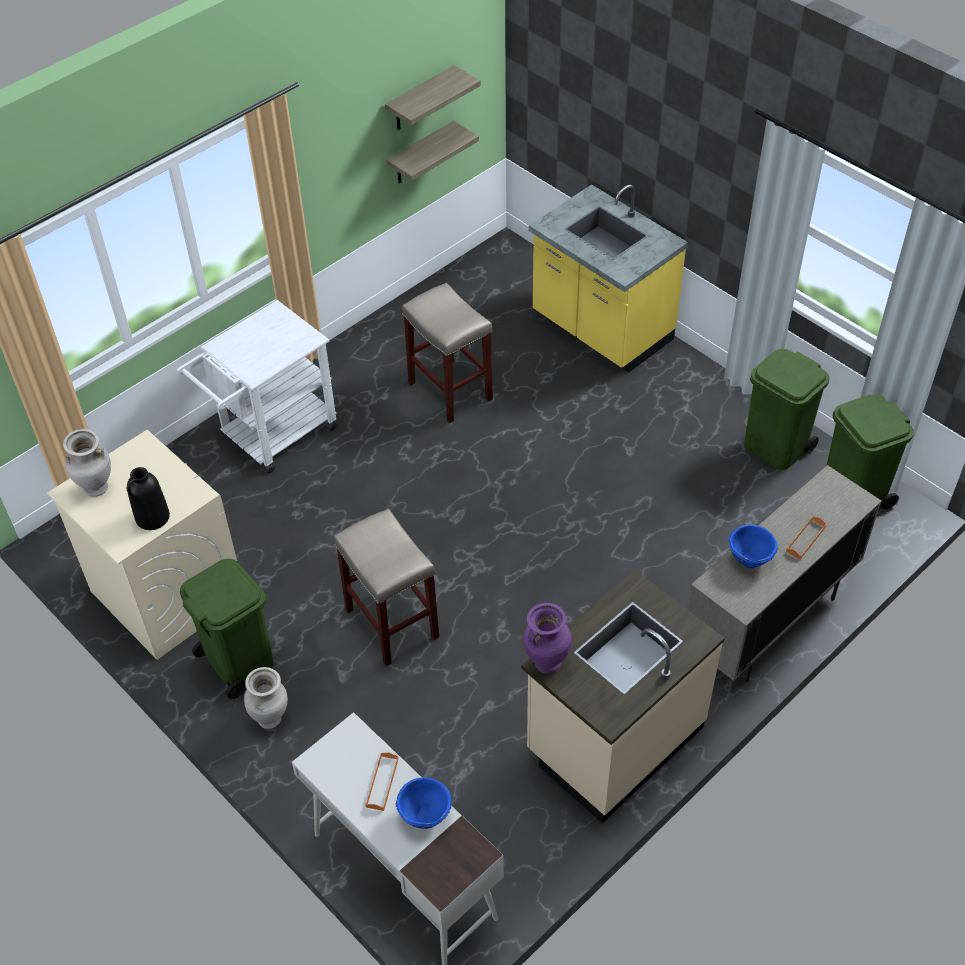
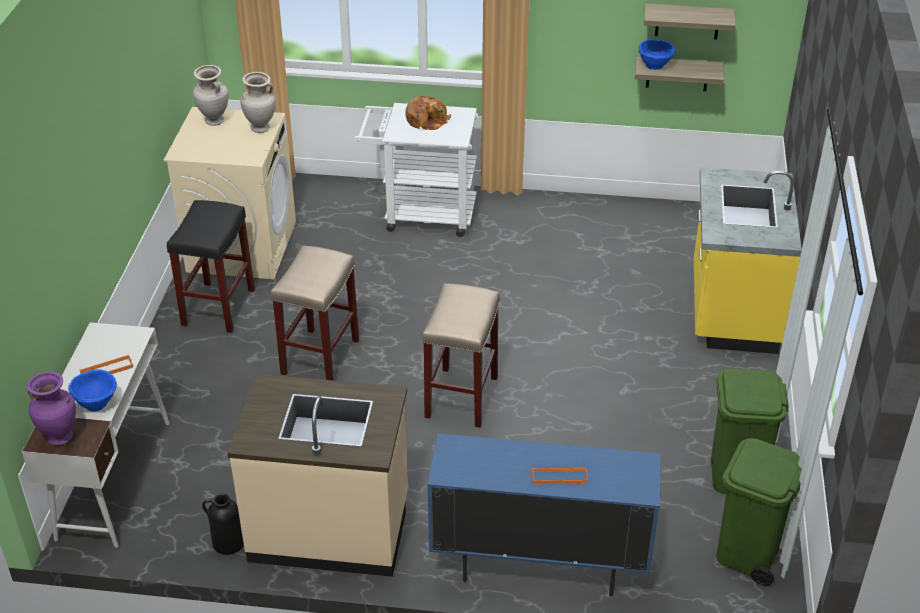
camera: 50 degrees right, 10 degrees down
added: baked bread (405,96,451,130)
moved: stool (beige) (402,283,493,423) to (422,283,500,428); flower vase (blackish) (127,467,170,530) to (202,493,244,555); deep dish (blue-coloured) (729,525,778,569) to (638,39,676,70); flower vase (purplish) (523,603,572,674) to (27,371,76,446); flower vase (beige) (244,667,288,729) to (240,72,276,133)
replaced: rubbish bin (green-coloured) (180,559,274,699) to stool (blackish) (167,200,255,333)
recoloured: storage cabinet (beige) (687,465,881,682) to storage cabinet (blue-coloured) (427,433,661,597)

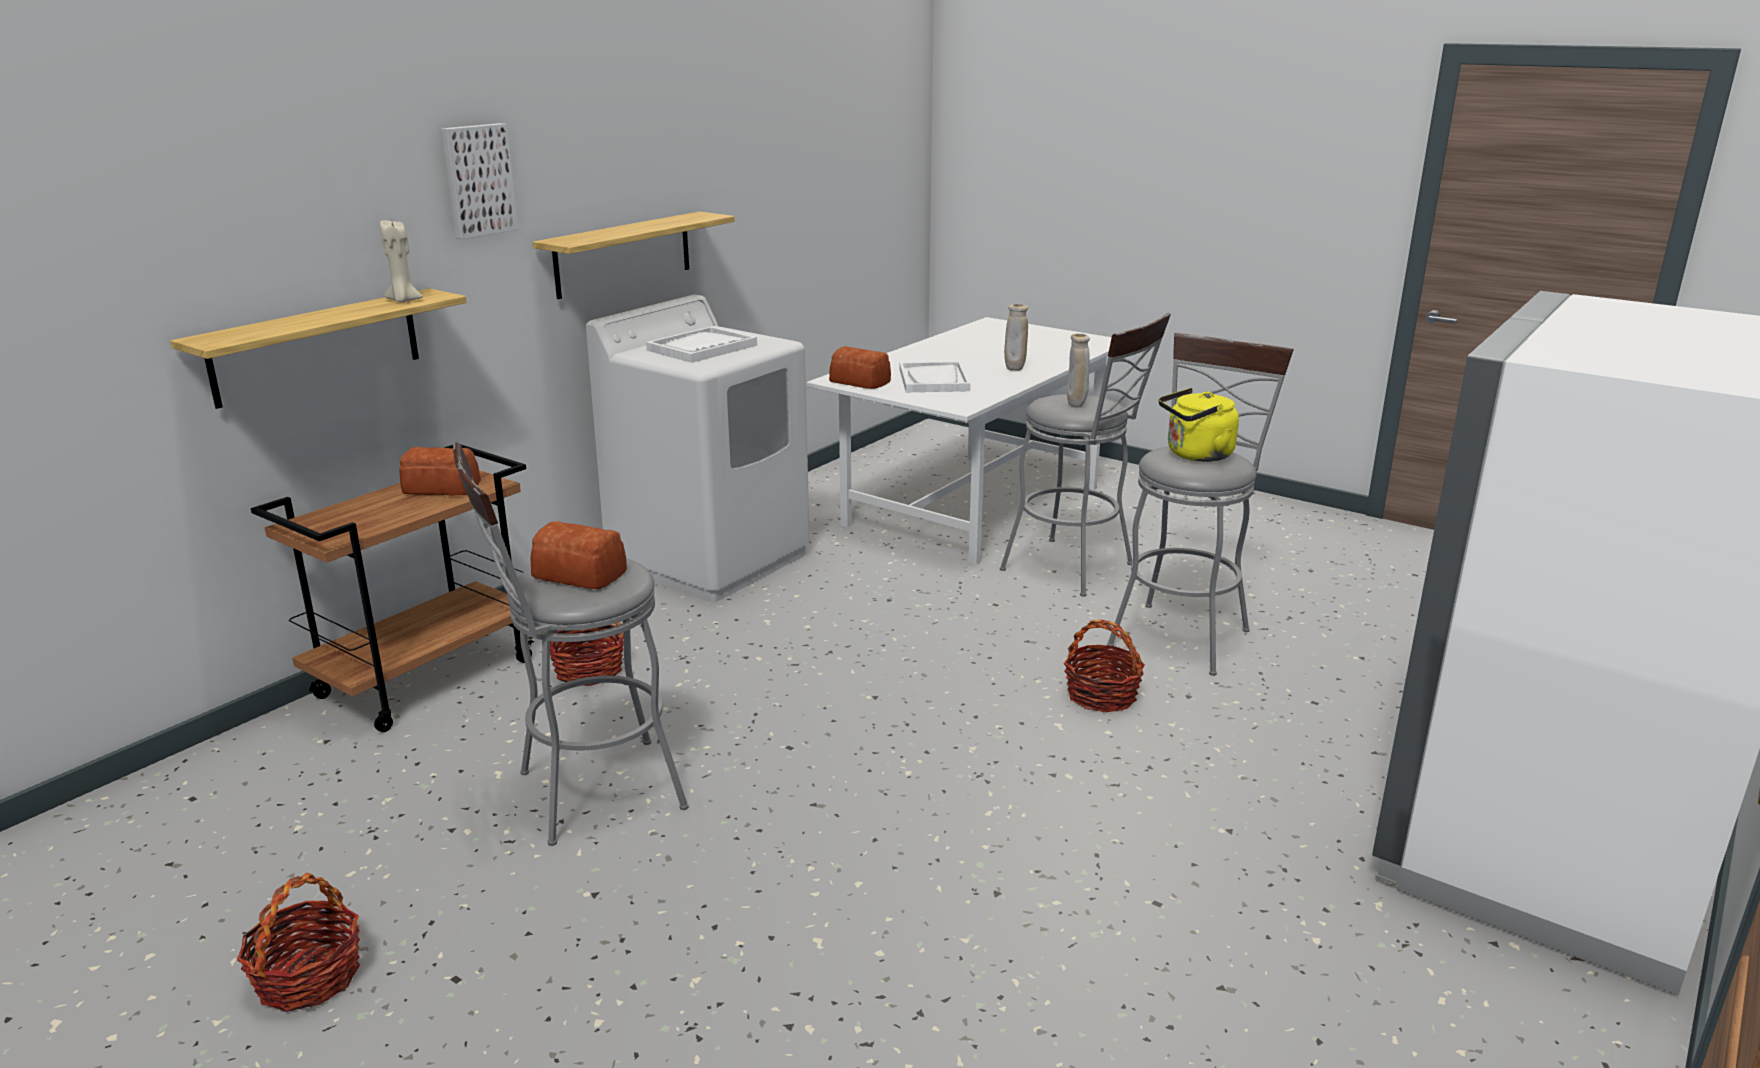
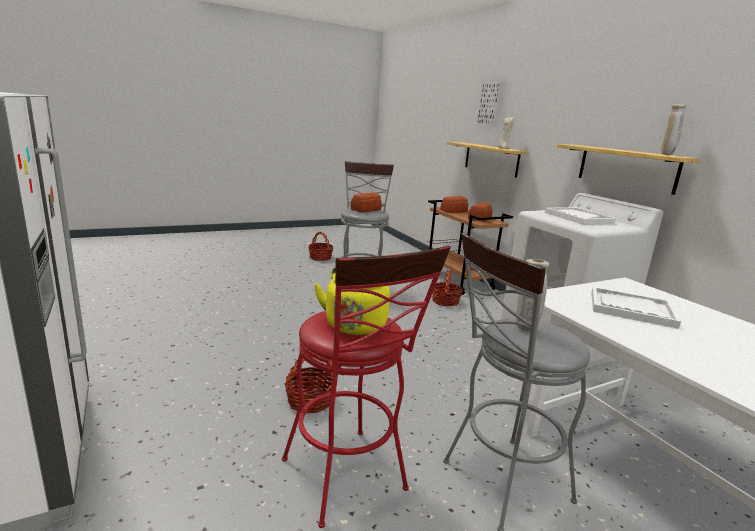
camera: 115 degrees right, 5 degrees down
moved: wall picture (441,123,519,239) to (477,82,503,126); flower vase (beige) (1004,304,1028,371) to (661,104,686,155); baked bread (829,346,891,389) to (440,196,468,213)
recoloured: stool (grey) (1107,333,1294,676) to stool (red) (282,246,451,528)

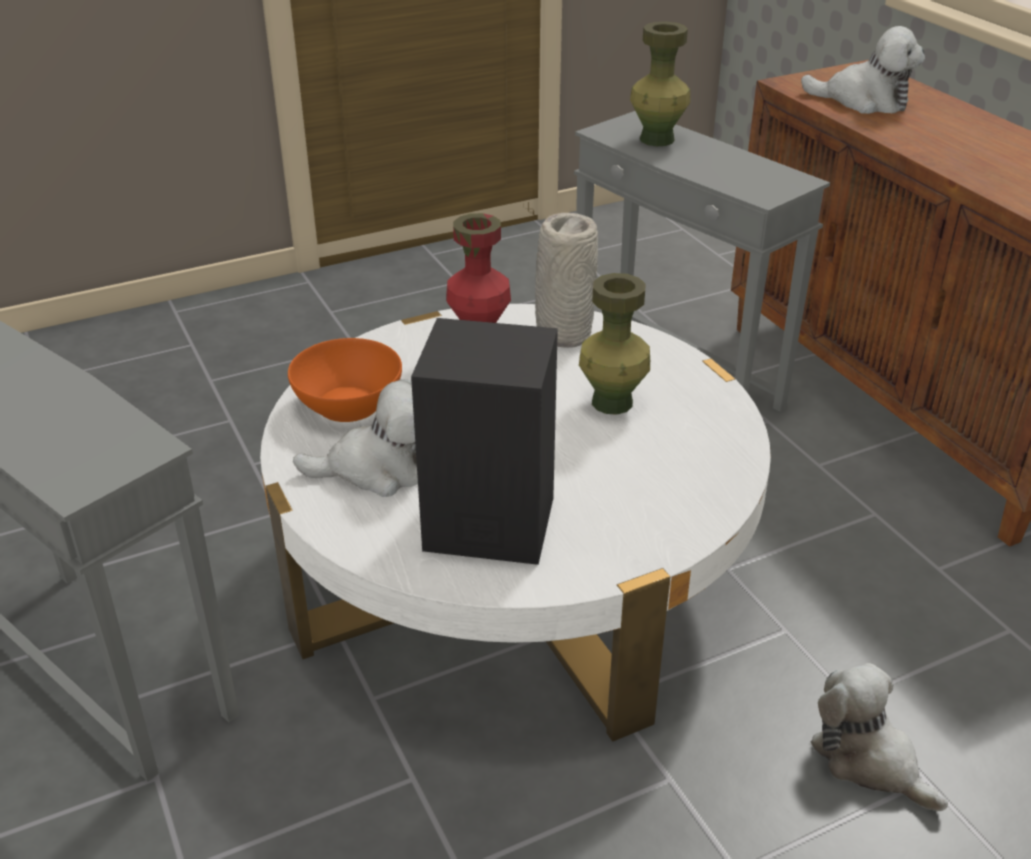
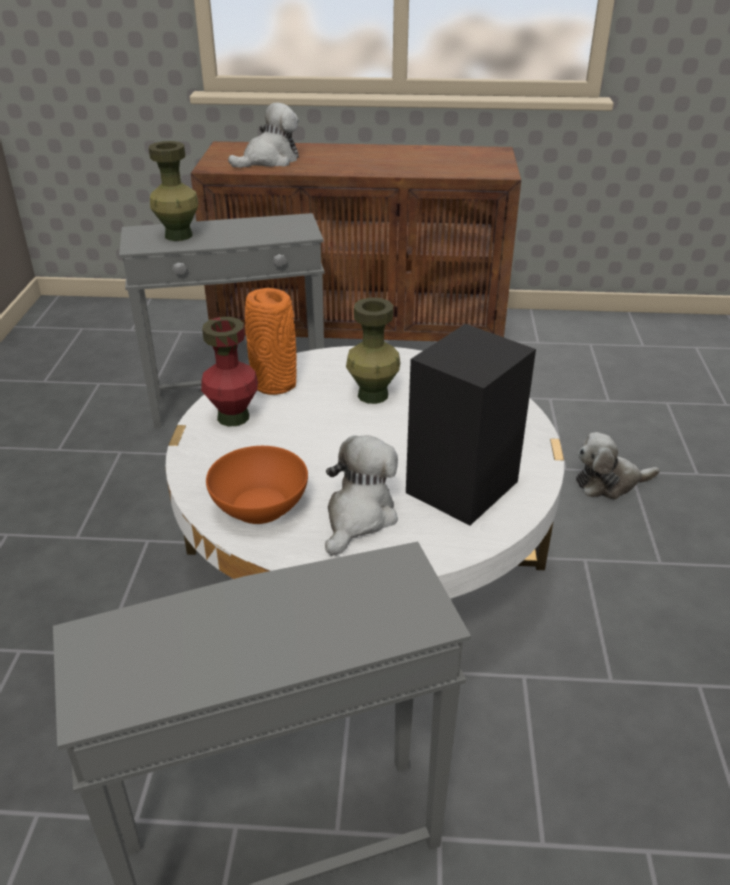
camera: 60 degrees left, 0 degrees up
recoloured: flower vase (grey) (535,213,598,348) to flower vase (orange) (245,288,297,395)

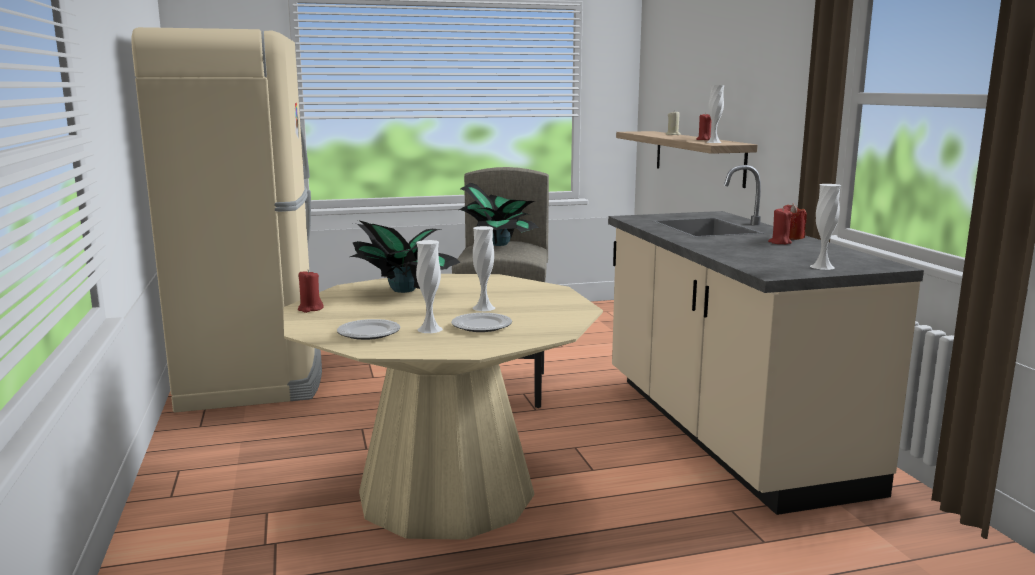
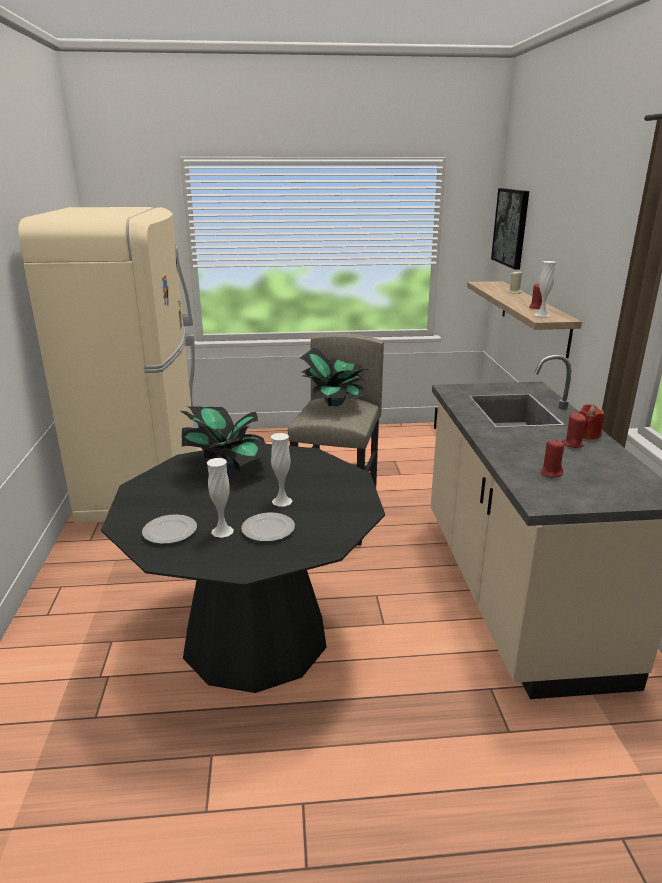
camera: 10 degrees right, 10 degrees up
removed: flower vase (whitish) (810,184,841,270)
added: wall picture (491,188,529,270)
moved: candle (red) (298,270,324,313) to (540,439,565,478)
recoloured: kitchen table (beige) (283,274,603,540) to kitchen table (blackish) (101,444,385,693)

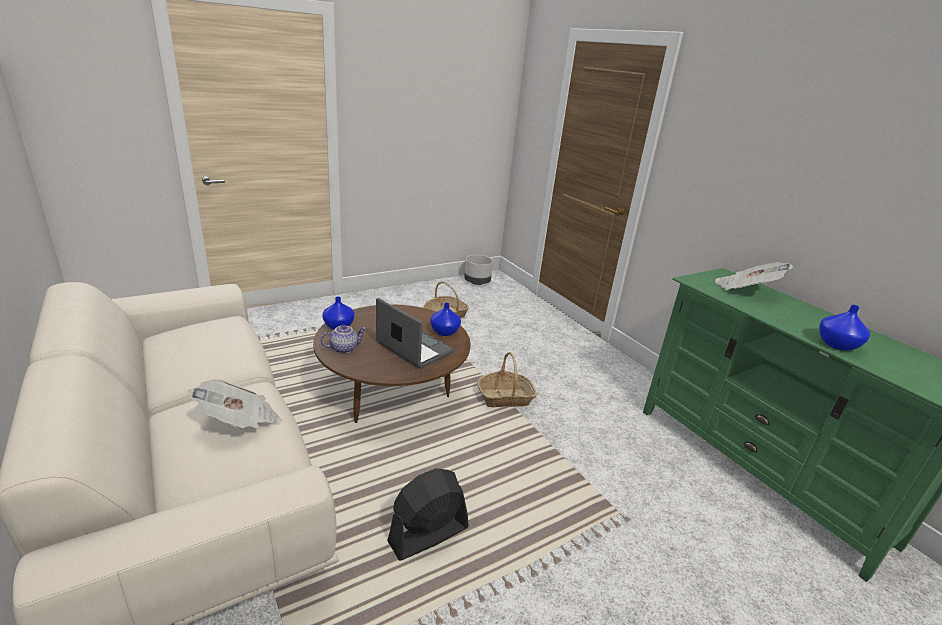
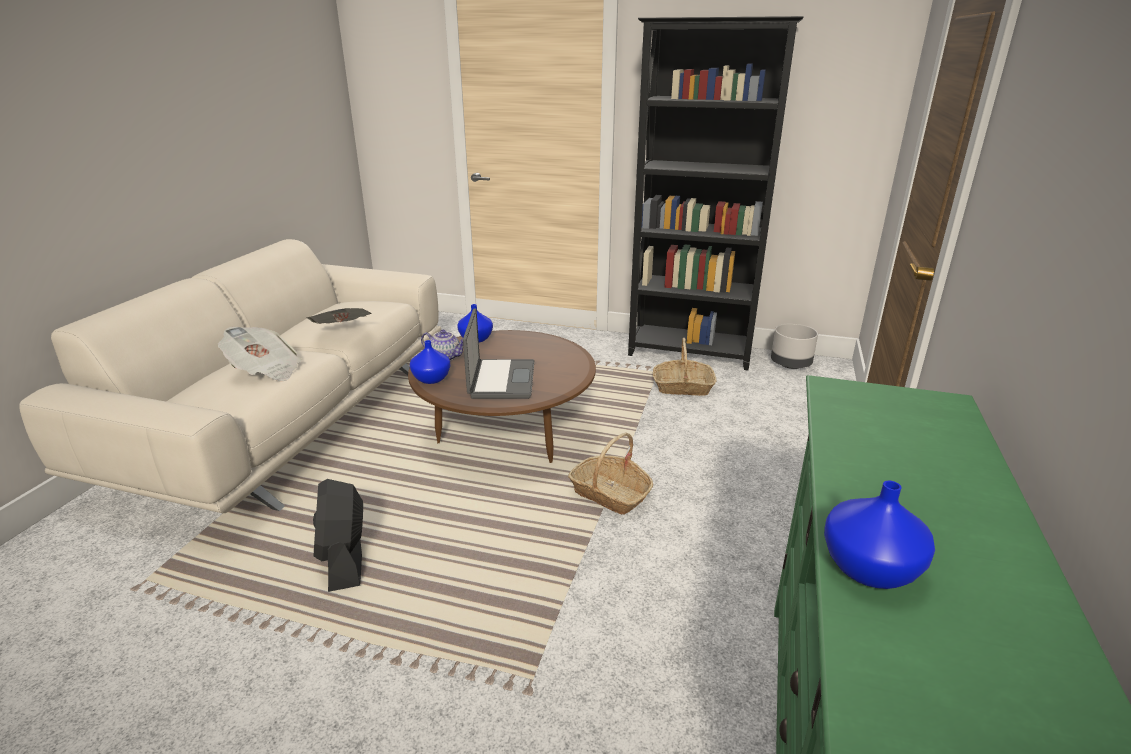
camera: 50 degrees right, 0 degrees up
added: bookshelf (blackish) (628,16,804,371)
moved: newspaper (715,262,793,290) to (306,308,371,324); flower vase (blue-coloured) (430,303,461,336) to (410,340,450,384)
turned: electric fan (blackish) (387,468,469,561) = (313,479,363,592) 120 degrees counterclockwise

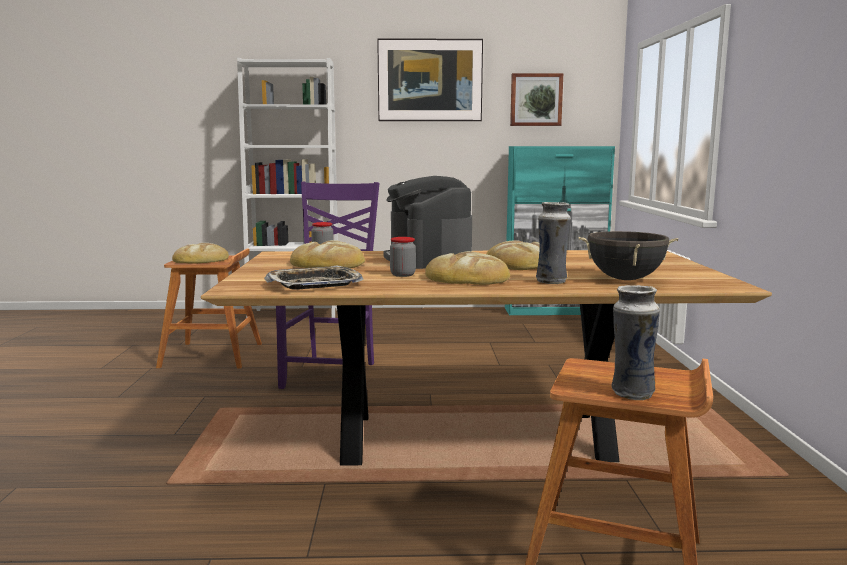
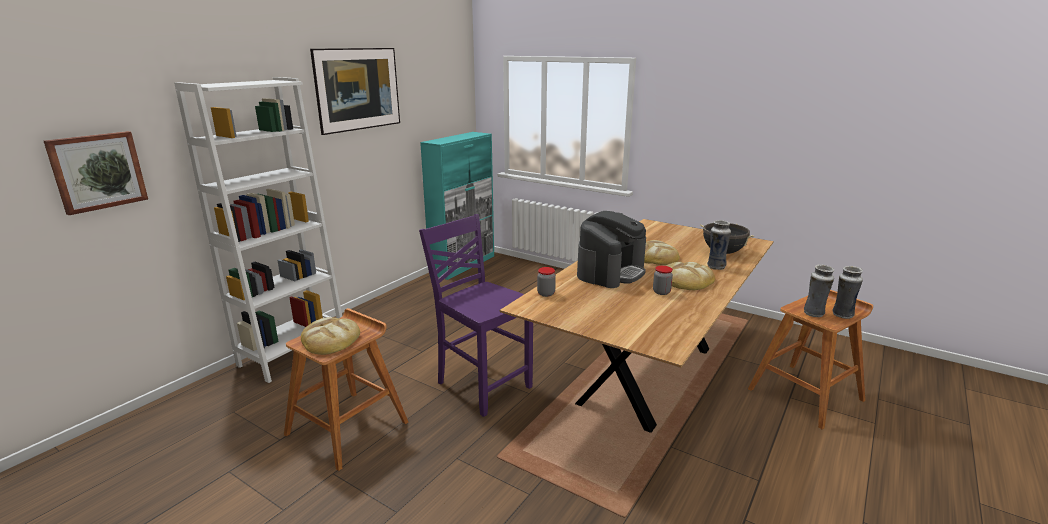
camera: 55 degrees left, 10 degrees up
removed: baked bread (290,240,365,268); tray (264,266,363,290)
added: flower vase (804,264,835,317)
moved: wall picture (510,73,563,126) to (44,131,148,215)
turned: coffee maker (383,176,472,269) = (577,211,646,288) 75 degrees counterclockwise

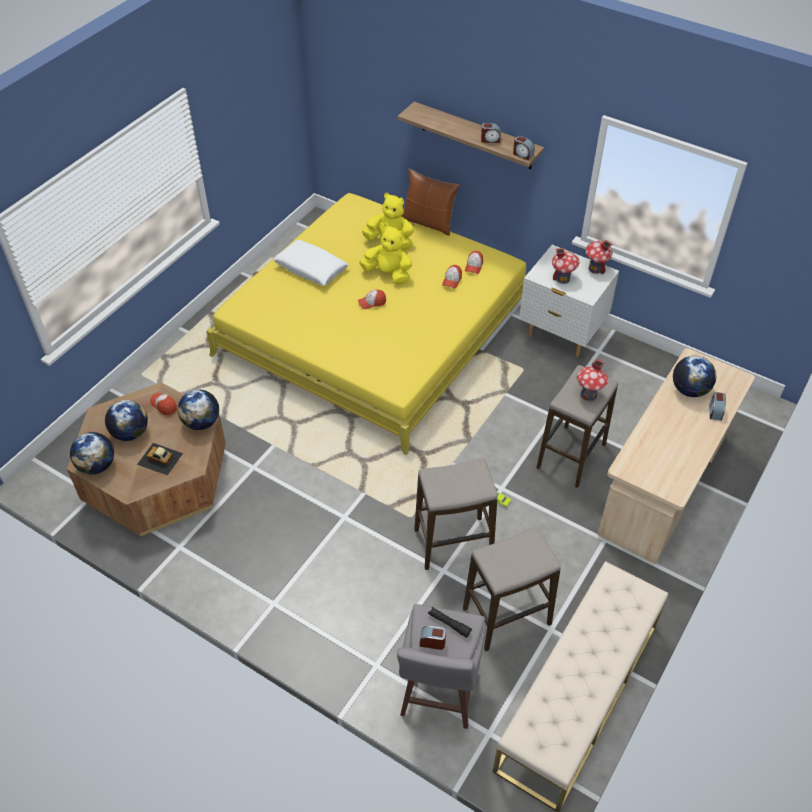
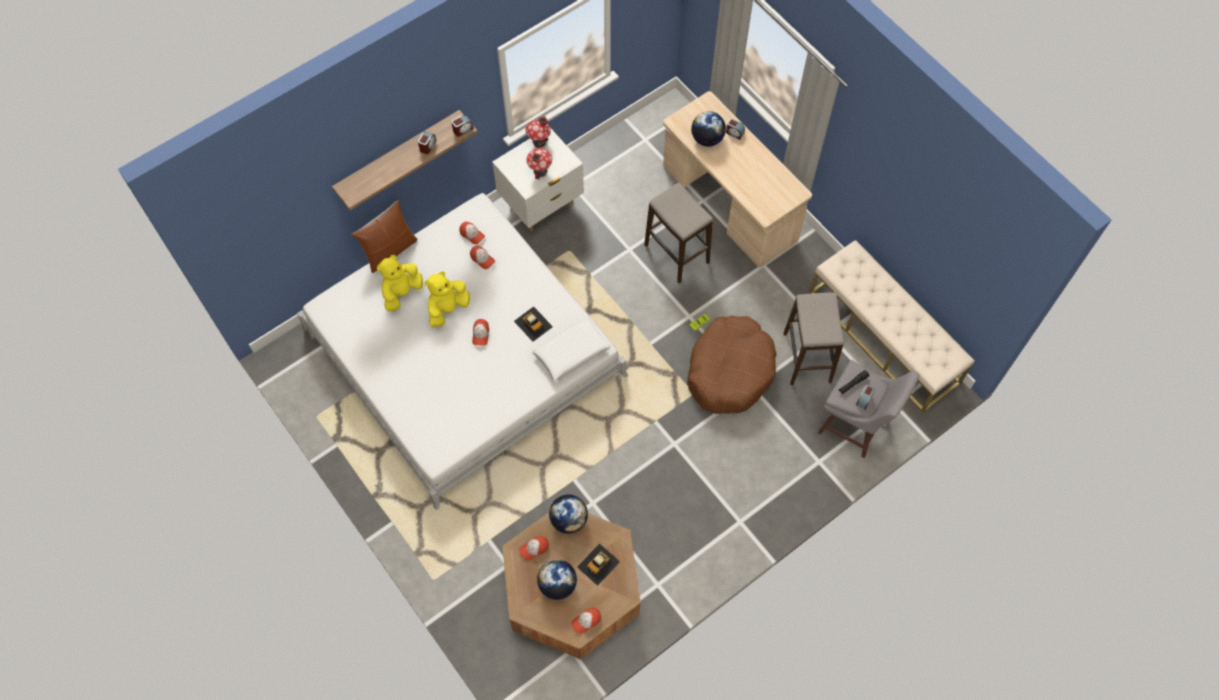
camera: 70 degrees left, 15 degrees up
removed: model house (577,359,608,402)
added: toy car (514,307,553,342)
moved: cushion (whitish) (273,240,349,286) to (532,318,611,381)
replaced: globe (70,432,114,475) to cap (571,608,601,634); stool (414,458,497,570) to pet bed (brown) (687,315,777,414)
recoloured: bedroom bed (yellow-coloured) (206,193,526,455) to bedroom bed (whitish) (297,193,628,510)

